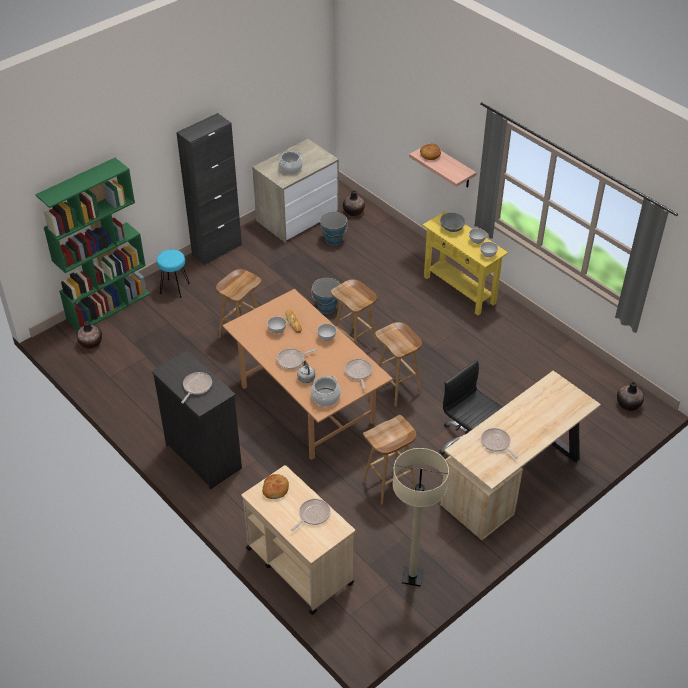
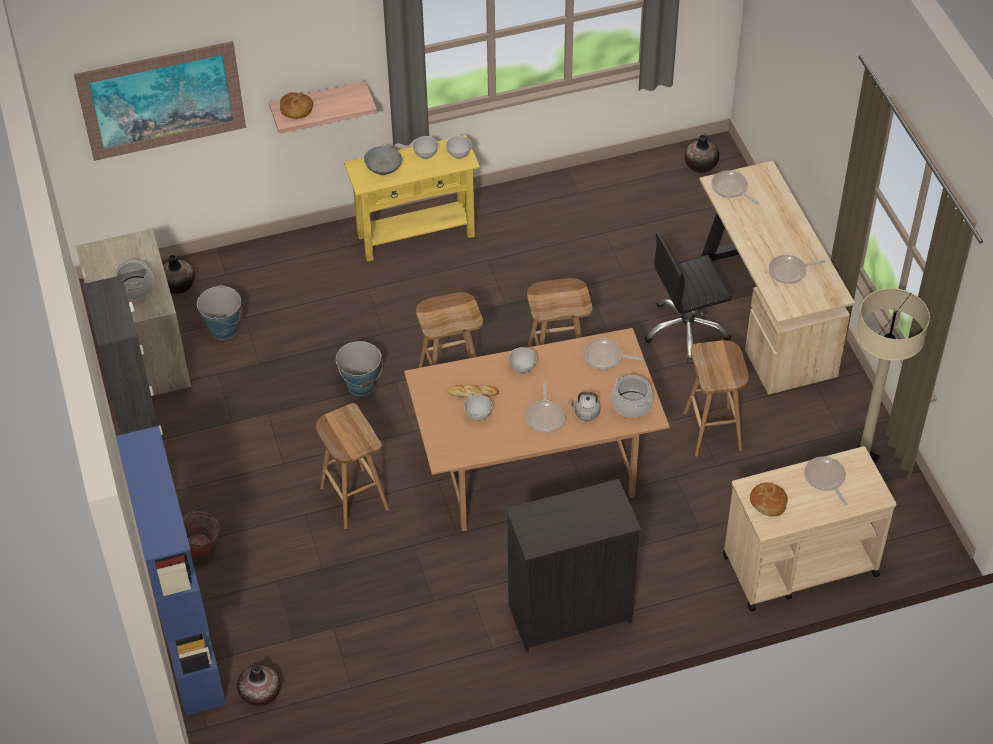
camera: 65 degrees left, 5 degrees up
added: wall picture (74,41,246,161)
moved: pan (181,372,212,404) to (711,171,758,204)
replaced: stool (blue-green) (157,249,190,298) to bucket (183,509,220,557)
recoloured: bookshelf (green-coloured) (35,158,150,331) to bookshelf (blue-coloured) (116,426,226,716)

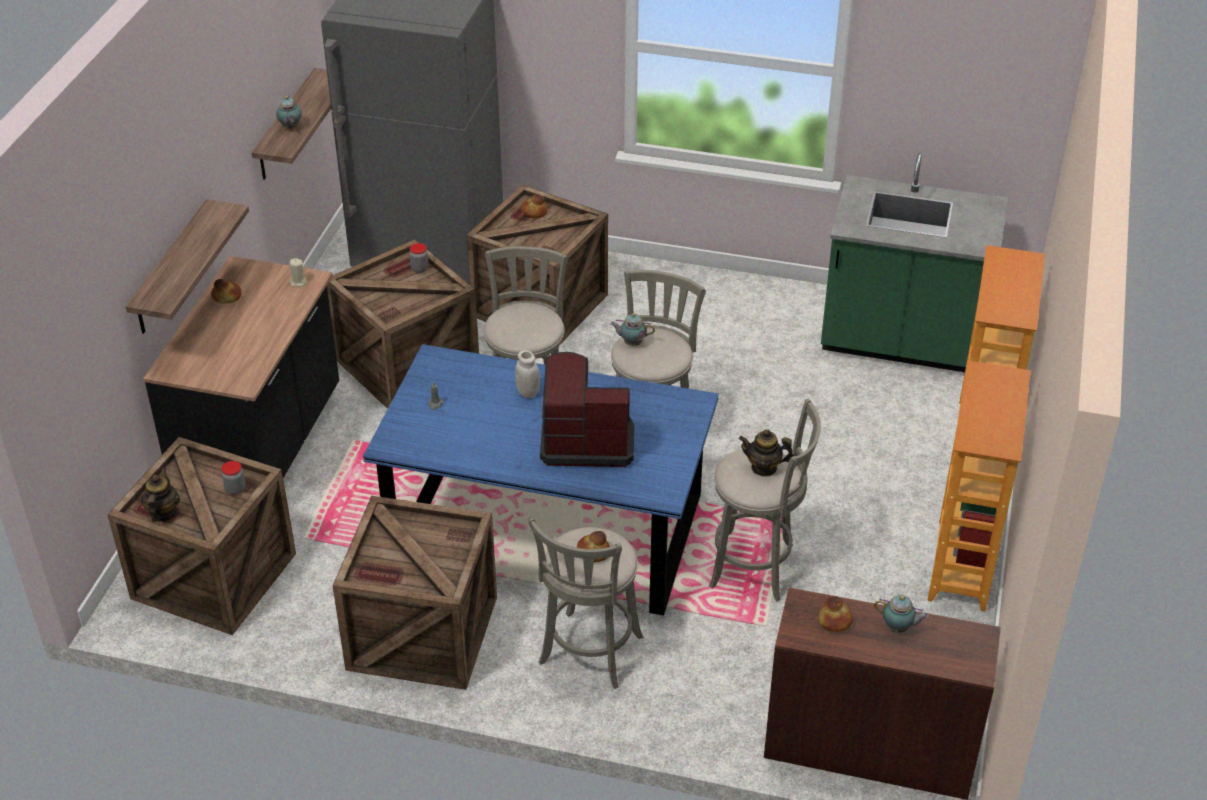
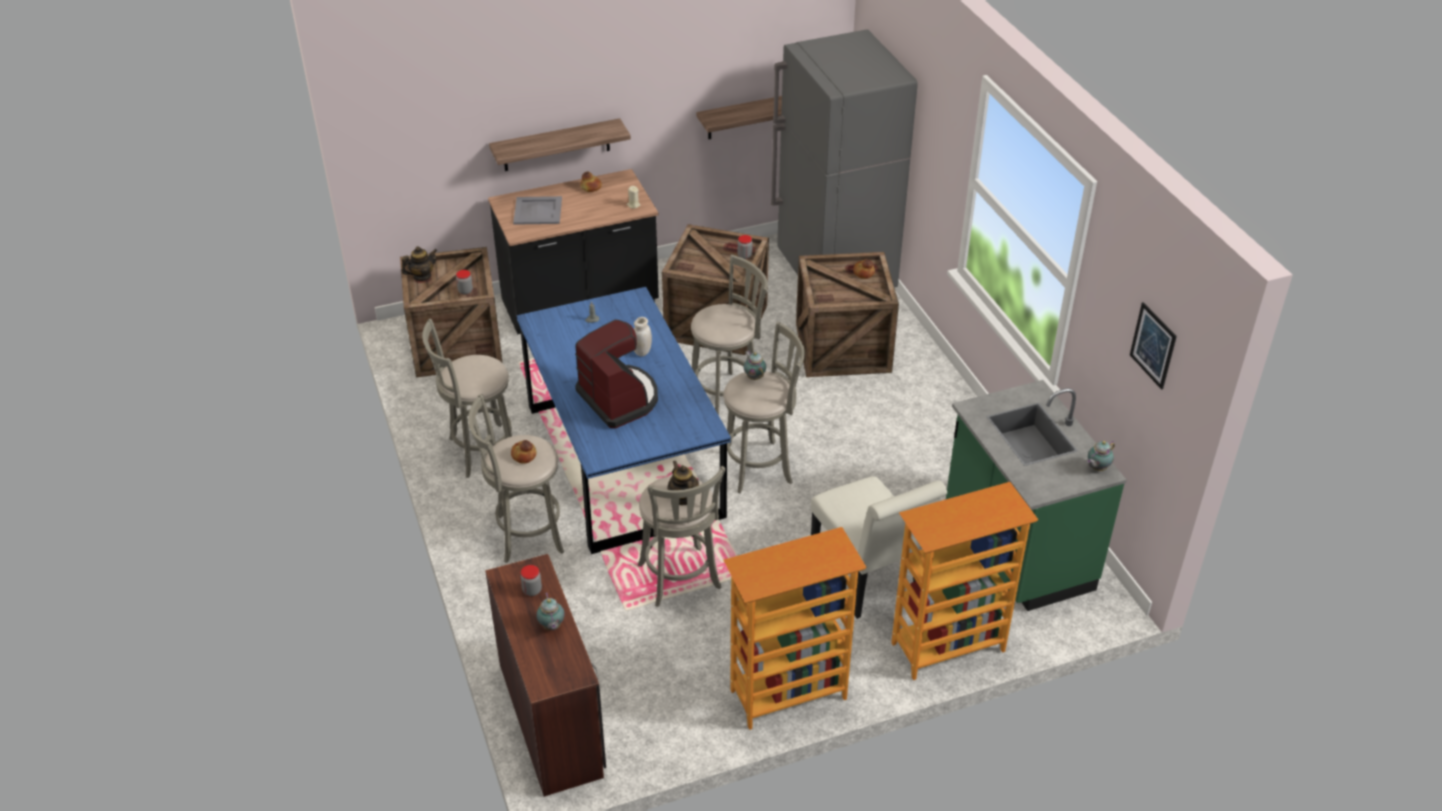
camera: 55 degrees right, 0 degrees up
added: tray (grey) (513,196,562,225); wall picture (1130,302,1177,390); plain chair (whitish) (811,476,947,619)
moved: teapot (276,96,302,129) to (1087,441,1115,471)
replaced: shipping crate (333,496,497,690) to stool (grey) (422,318,512,478); baked bread (819,596,853,632) to preserve jar (521,565,542,596)

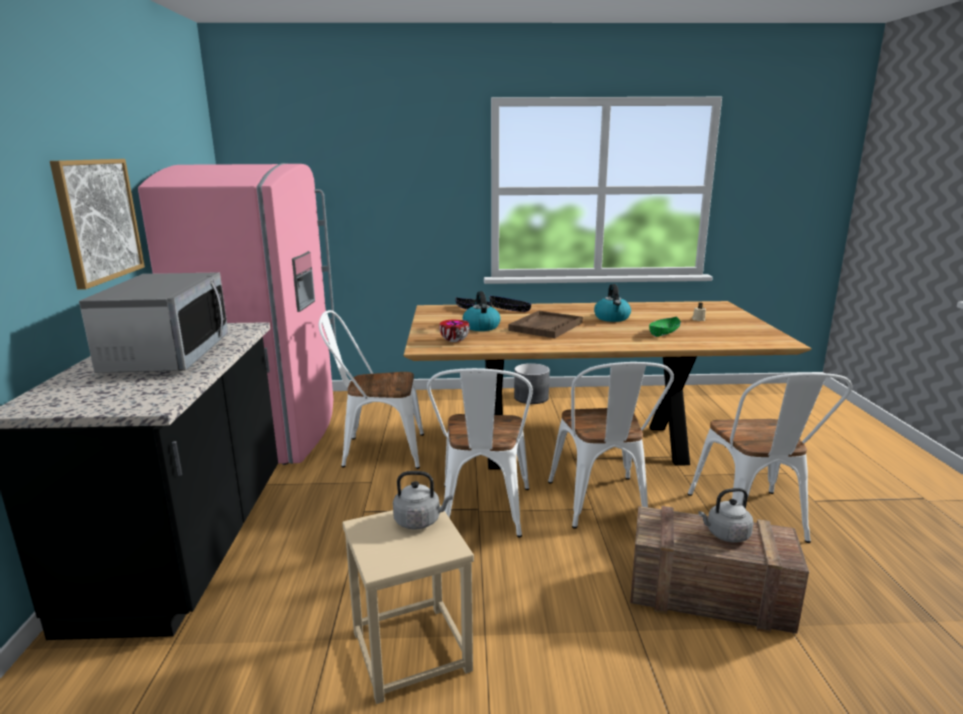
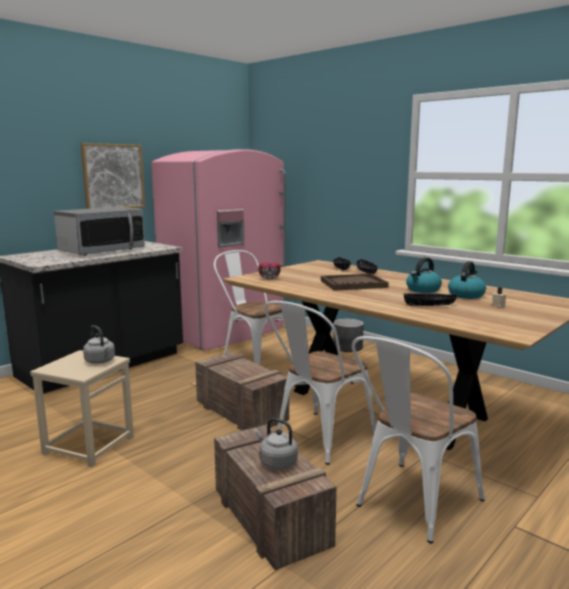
camera: 45 degrees right, 5 degrees down
moved: tea kettle (463,291,501,331) to (448,261,486,299); planter (grey) (514,363,550,404) to (333,319,364,352)
replaced: plain chair (whitish) (427,368,533,538) to shipping crate (195,352,289,431)
recoloured: deep dish (green-coloured) (649,316,681,337) to deep dish (blackish) (404,294,457,306)

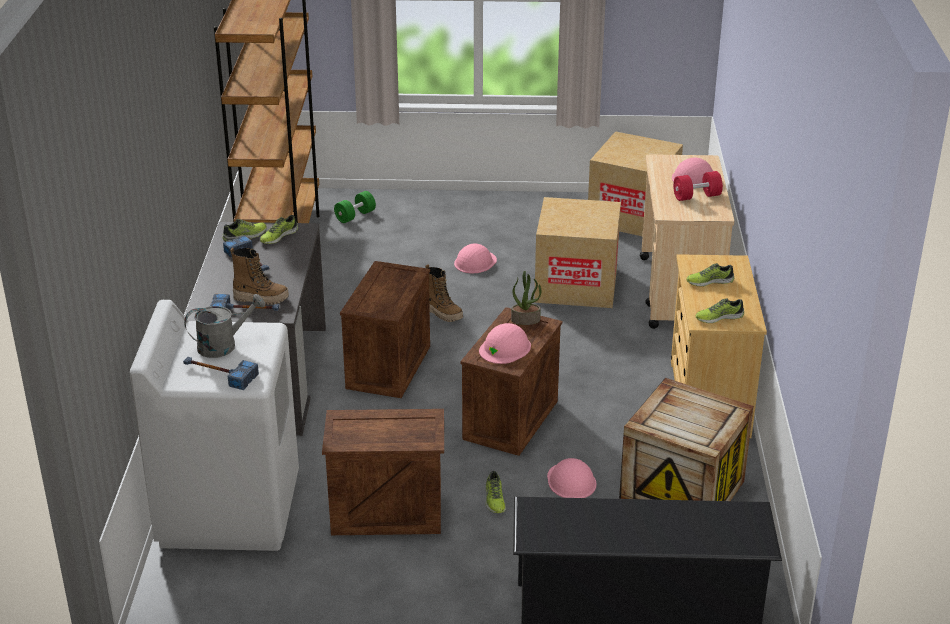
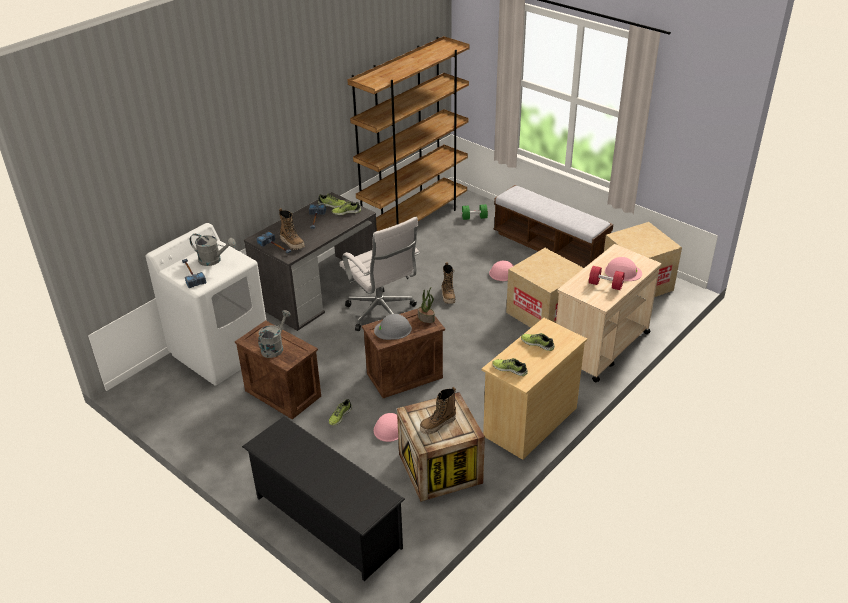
camera: 40 degrees right, 5 degrees up
added: long seat (493,185,613,268); sprinkling can (grey) (258,310,291,358); boot (420,387,456,435)
replaced: shipping crate (340,261,430,398) to office chair (whitish) (339,217,420,331)
recoloured: work helmet (pink) (479,323,531,364) to work helmet (grey) (374,314,412,340)

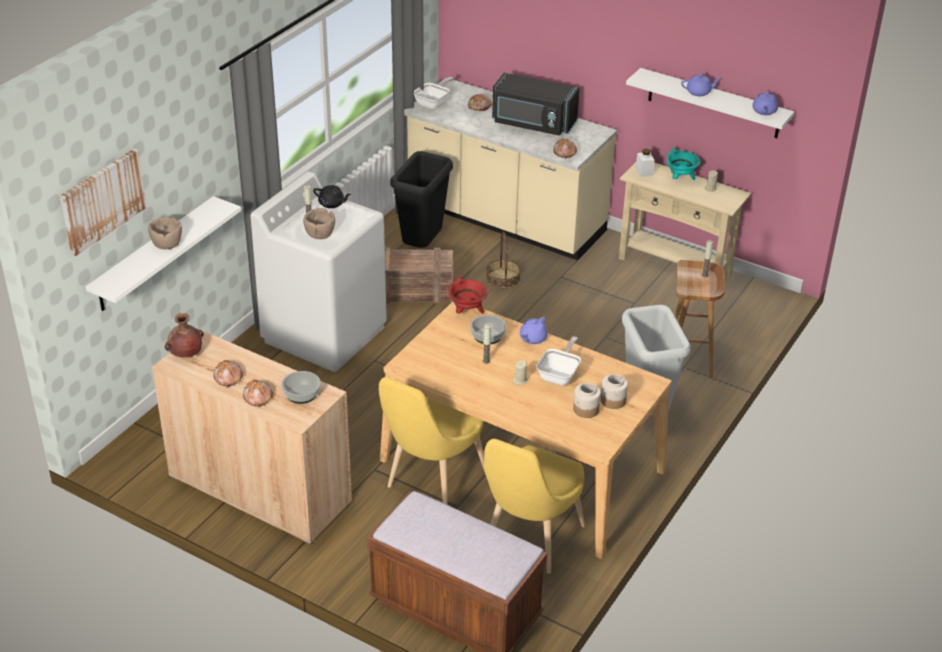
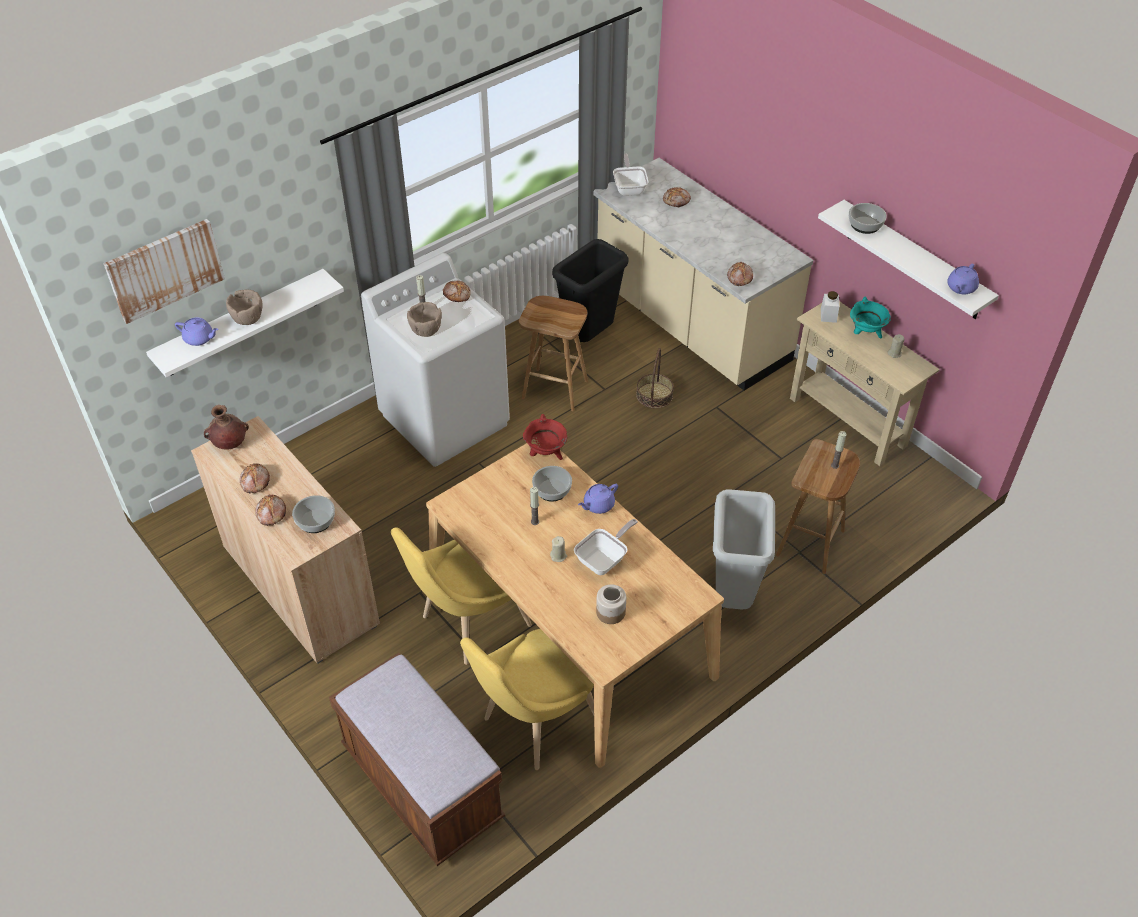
camera: 20 degrees right, 10 degrees up
removed: microwave oven (blackish) (492,73,580,136); preserve jar (600,374,628,409)
added: deep dish (849,203,887,234)
moved: teapot (purplish) (681,74,721,96) to (175,317,219,346)
replaced: teapot (blackish) (313,185,351,208) to baked bread (443,280,470,302); shipping crate (385,247,453,304) to stool (brown) (519,296,588,411)
turned: pan (413,77,454,110) = (613,154,649,196) 60 degrees counterclockwise

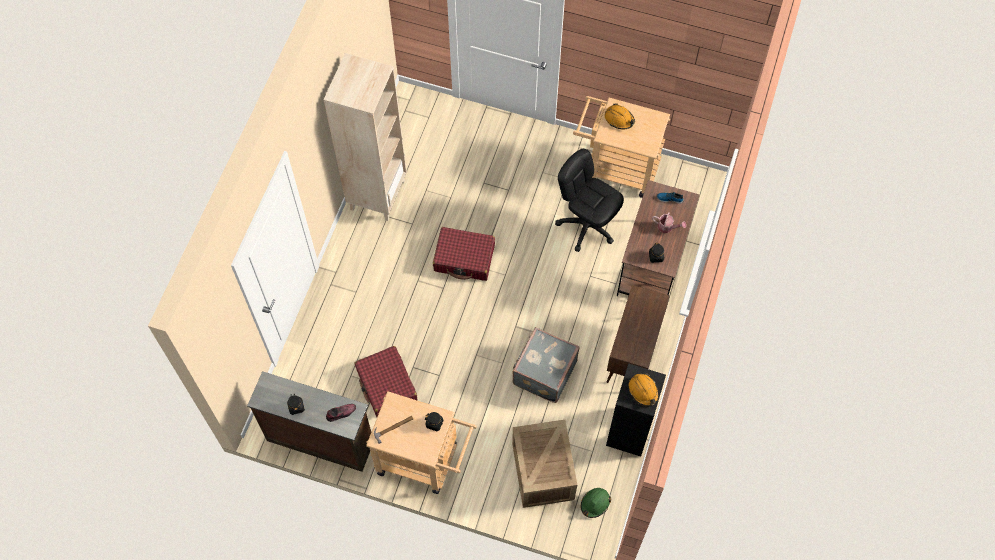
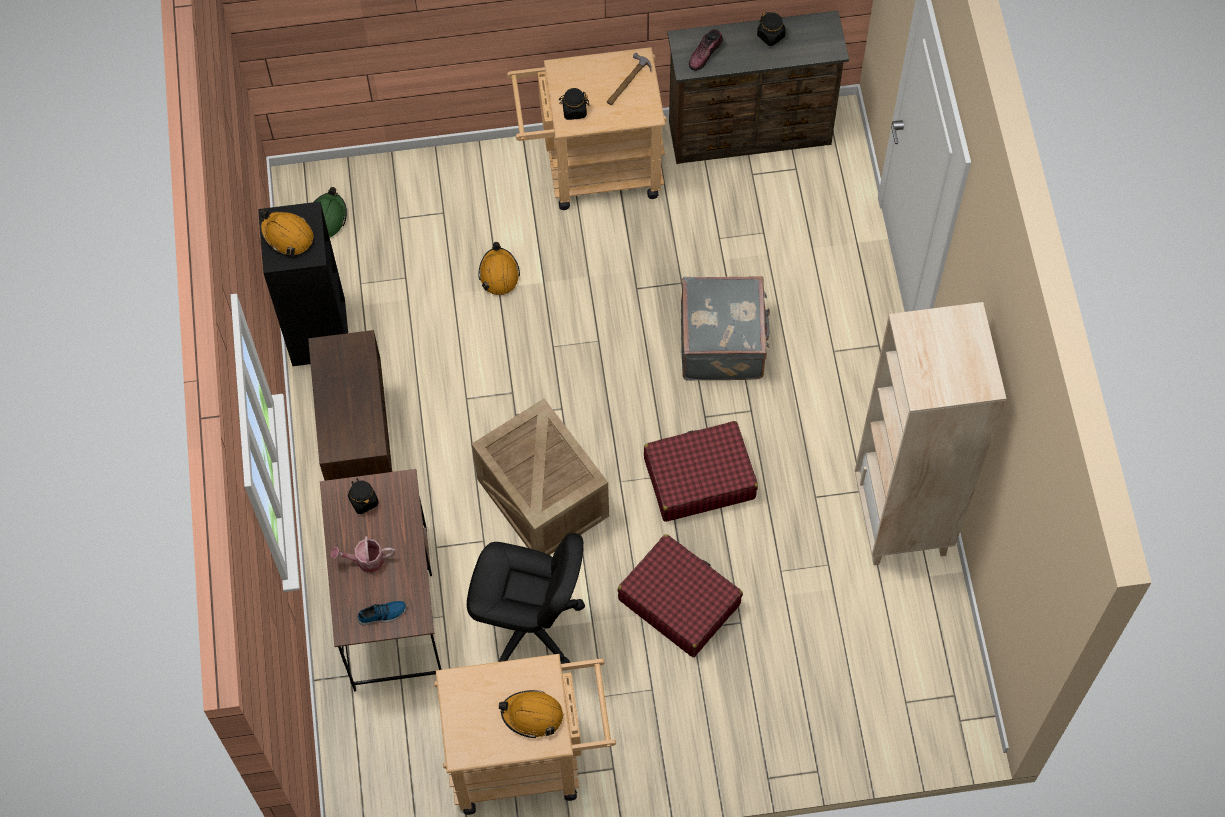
camera: 155 degrees right, 0 degrees up
added: work helmet (orange) (478,242,520,295)
moved: suitcase (grey) (512,327,580,403) to (681,276,770,381); suitcase (red) (355,346,417,417) to (617,534,743,657); shipping crate (512,420,577,508) to (472,399,609,555)

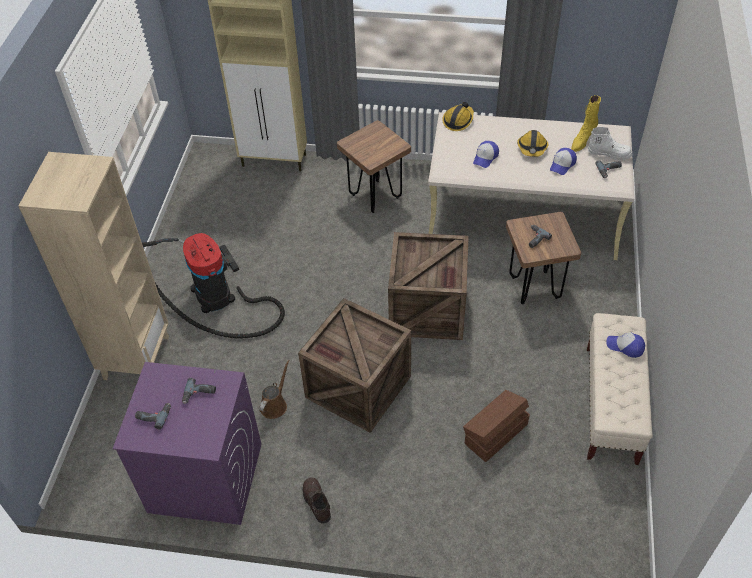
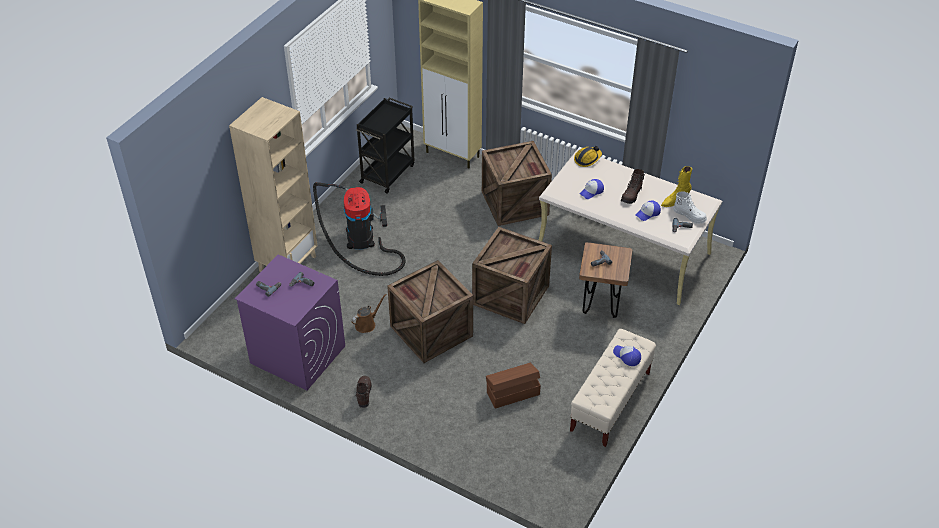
camera: 20 degrees right, 5 degrees down
added: wheeled cart (blackish) (356,98,414,194)
replaced: stool (brown) (337,120,411,213) to shipping crate (482,141,552,226); work helmet (517,130,549,157) to boot (brown) (621,169,645,204)

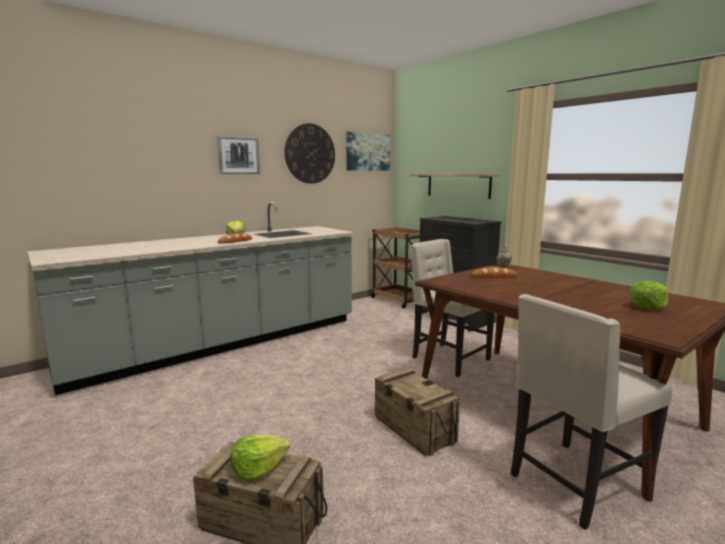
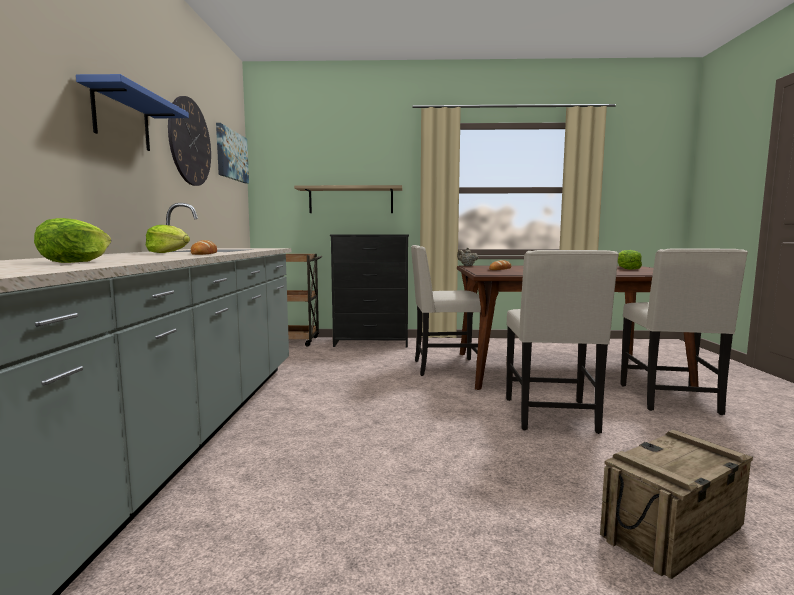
camera: 50 degrees left, 5 degrees down
moved: head of lettuce (230,435,290,482) to (34,218,111,263)
replaced: wall picture (217,136,260,174) to wall shelf (blue-coloured) (76,74,189,151); shipping crate (375,368,460,456) to plain chair (beige) (506,250,619,434)

